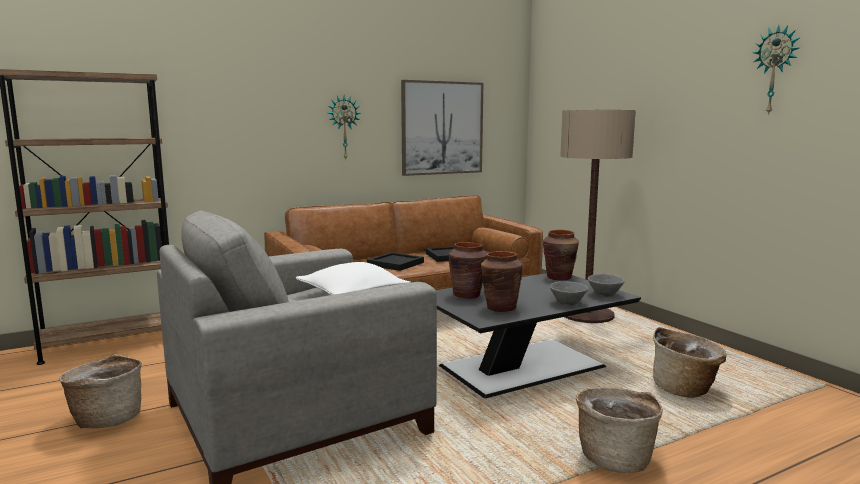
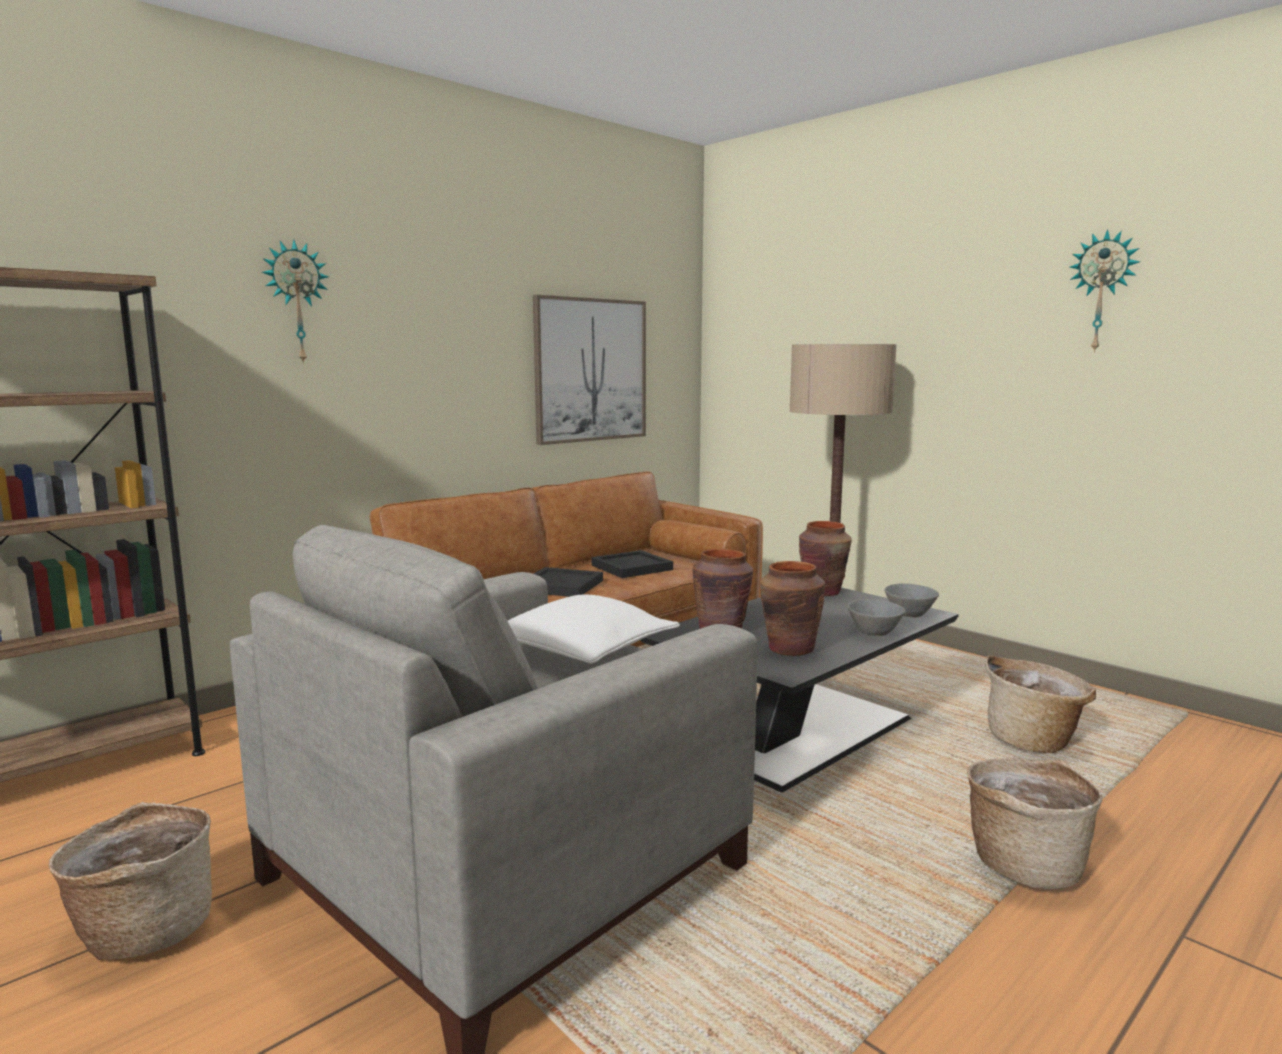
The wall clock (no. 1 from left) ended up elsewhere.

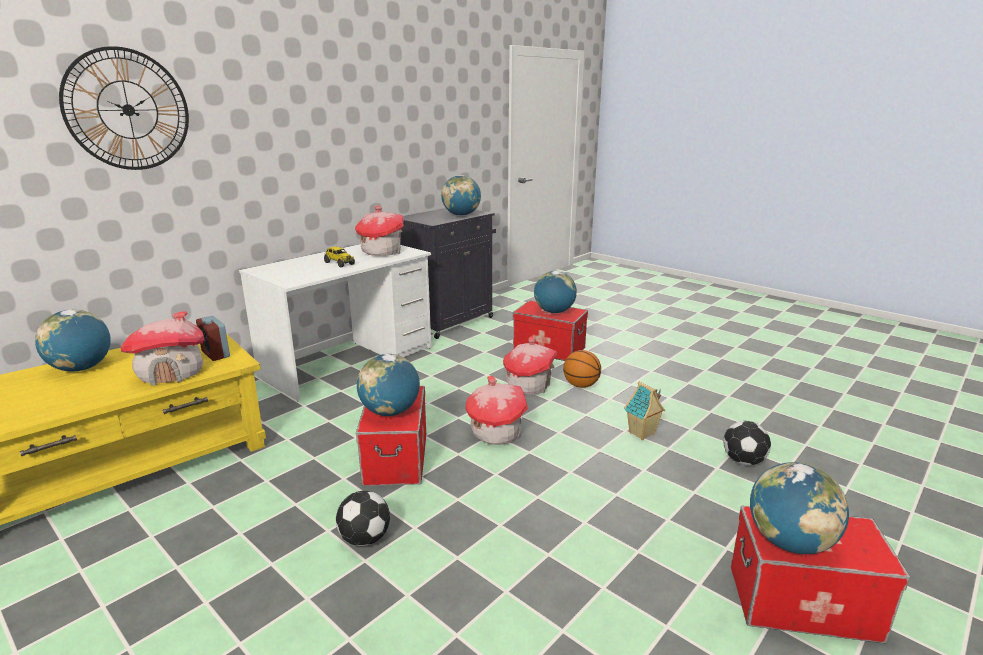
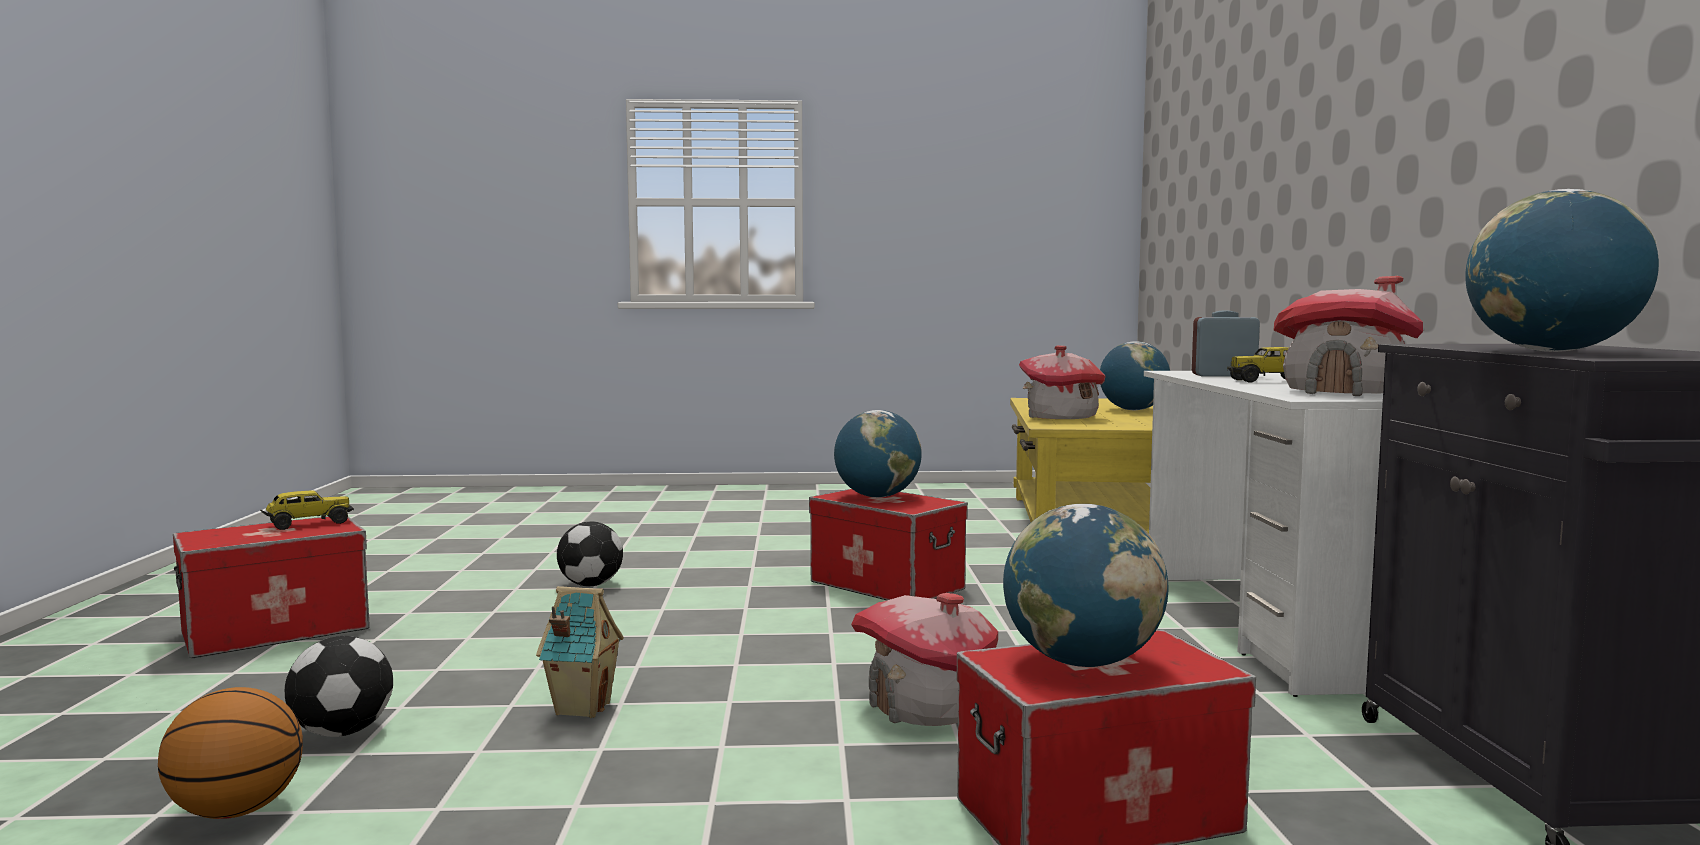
The basketball ended up elsewhere. Where the globe (no. 5 from left) stood, the toy truck (no. 1 from left) came to stand. The football (no. 1 from left in the first image) ended up elsewhere. The alarm clock ended up elsewhere. The second view lost the wall clock. The second view lost the toy house (no. 3 from left).

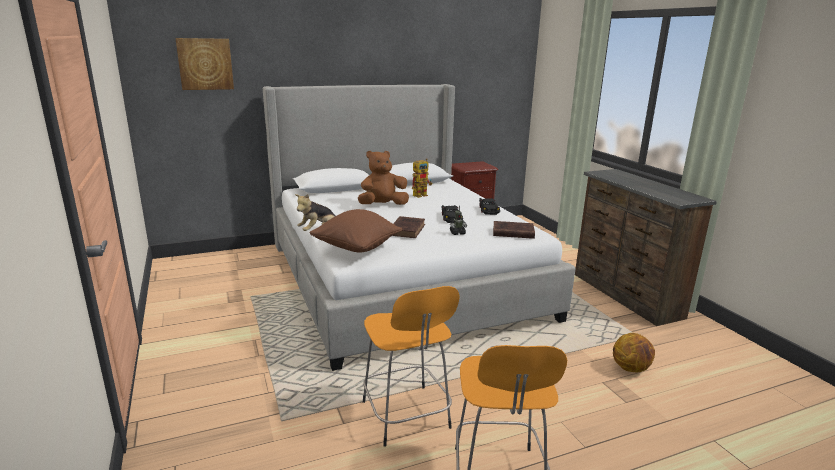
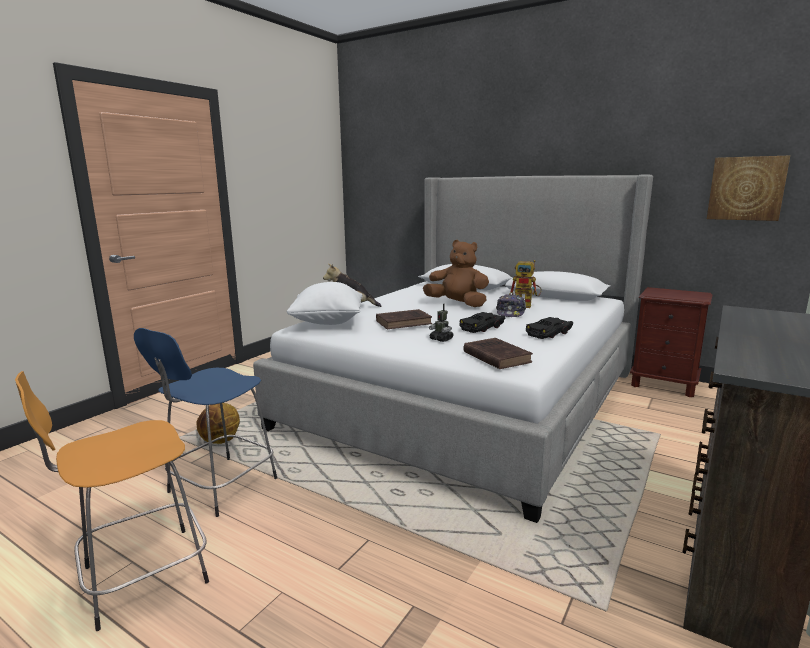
What was the orange stool (no. 1 from left) turned into the blue stool. The basketball ended up elsewhere. What was the brown pillow turned into the white pillow. The second view gained the cap. The picture ended up elsewhere.

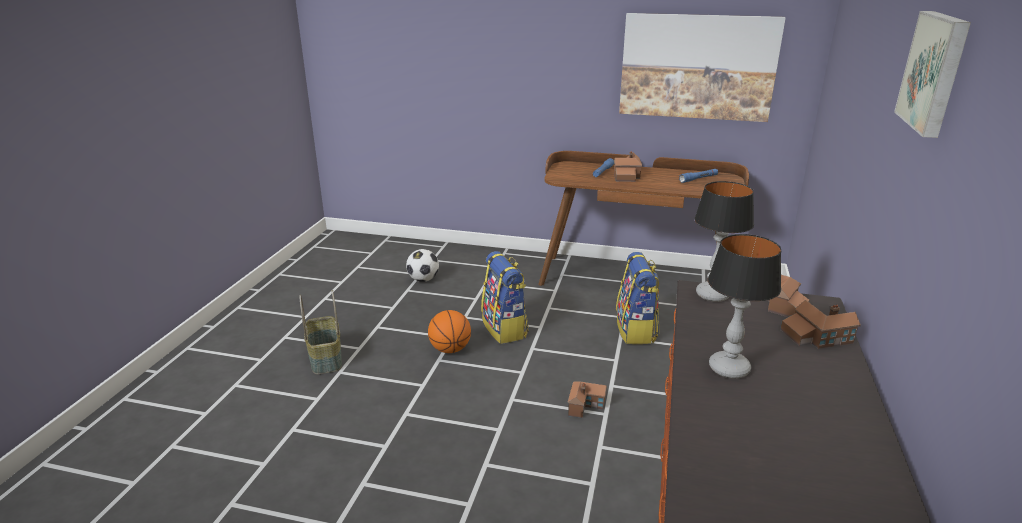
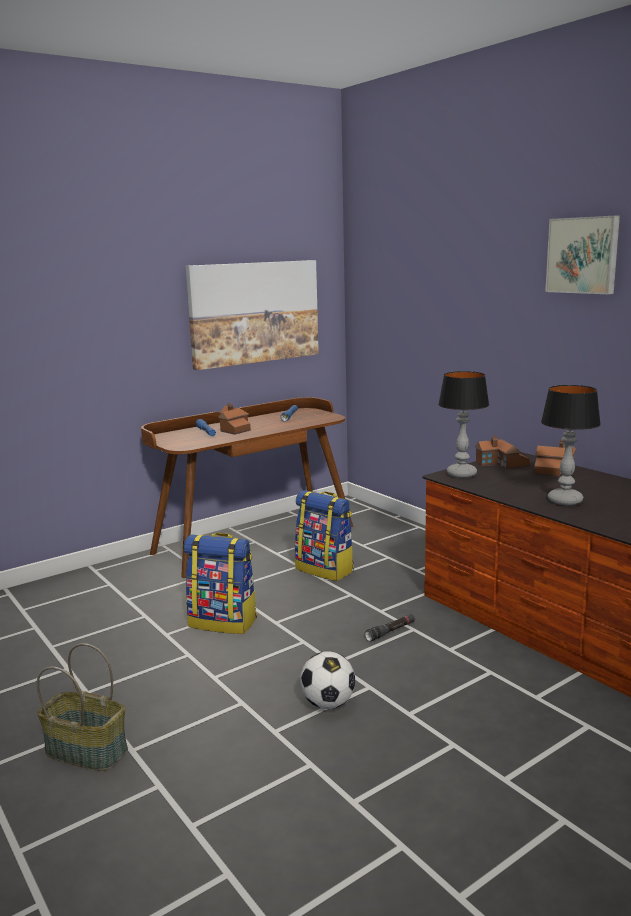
The football ended up elsewhere. Where the toy house (no. 1 from left) stood, the black flashlight came to stand. The second view lost the basketball.

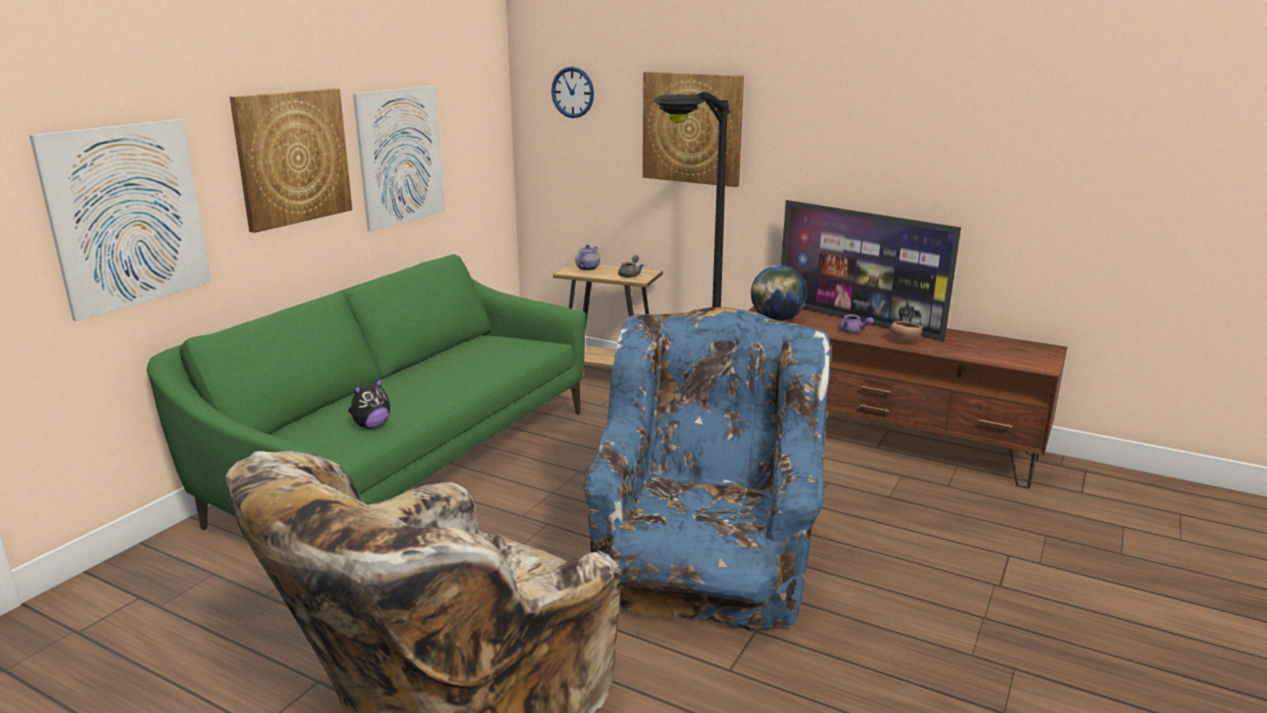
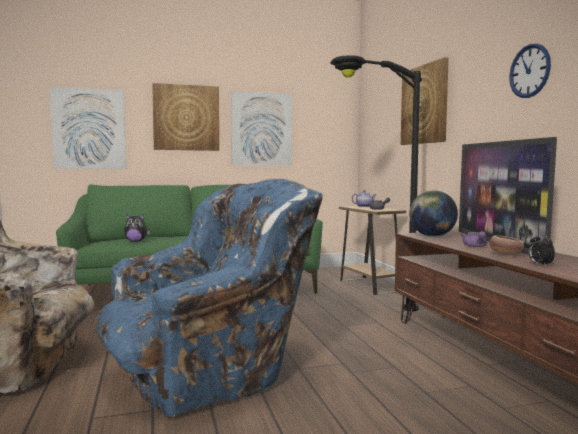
The wall clock ended up elsewhere. The second view gained the alarm clock.

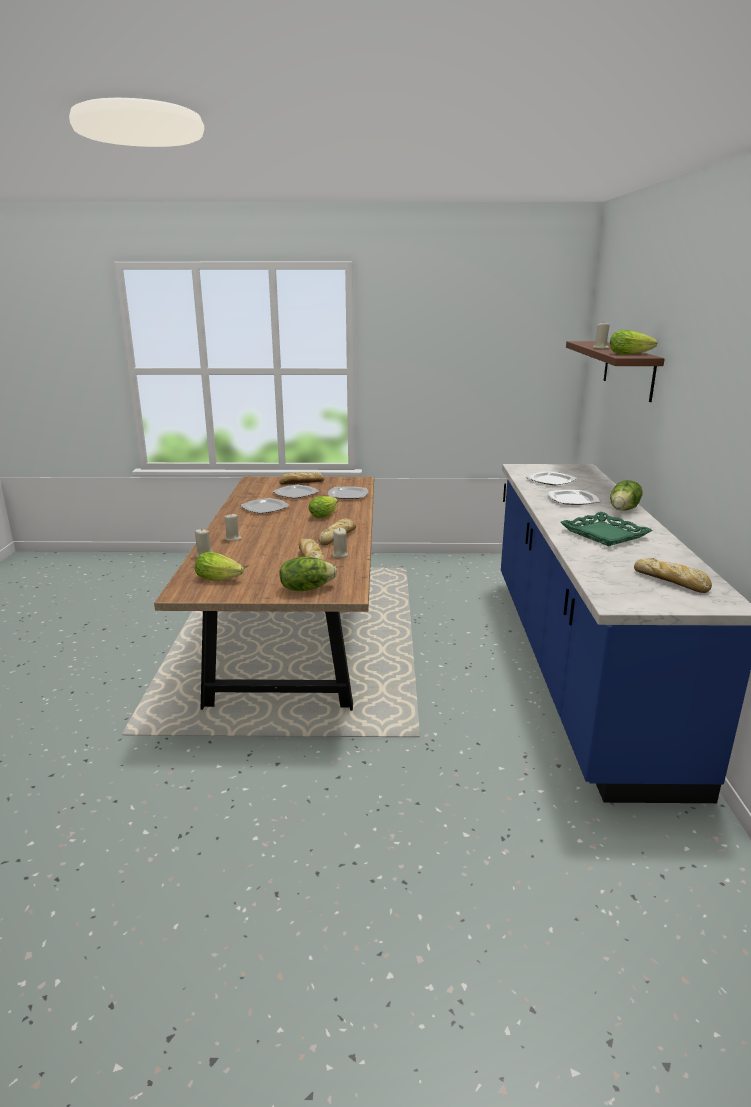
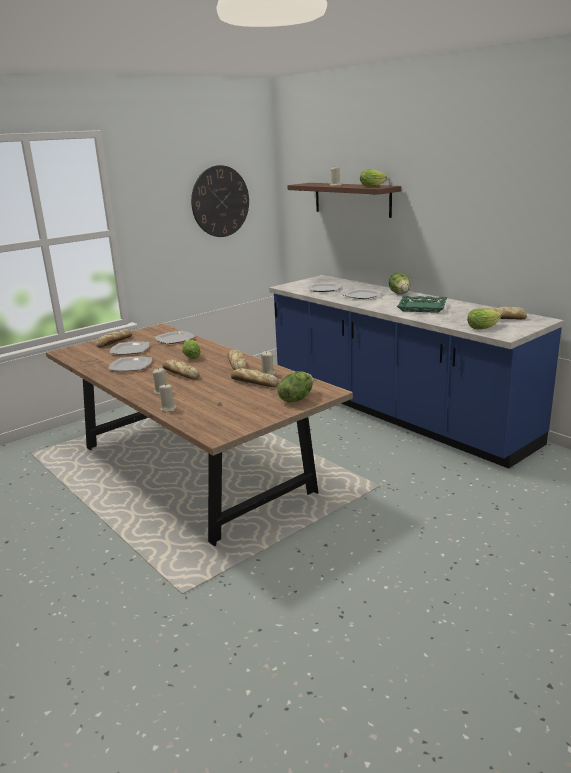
The second view gained the bread (no. 2 from left). The second view gained the wall clock. The lettuce (no. 1 from left in the first image) ended up elsewhere.

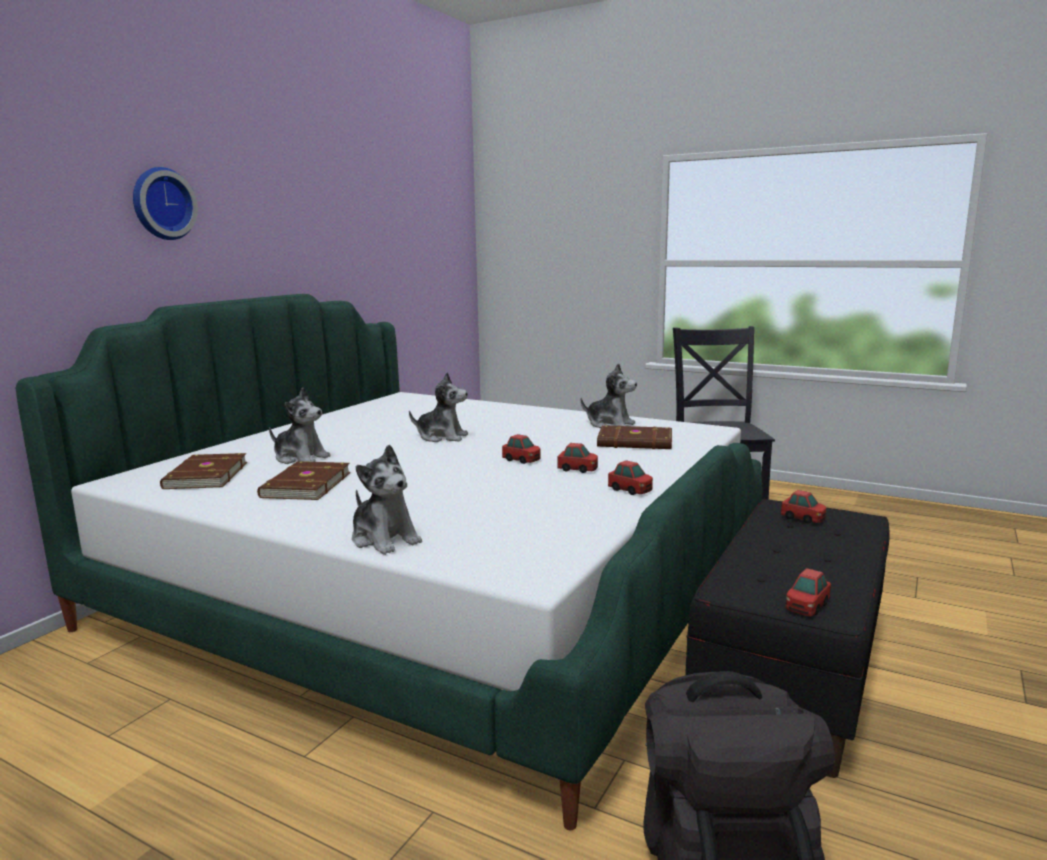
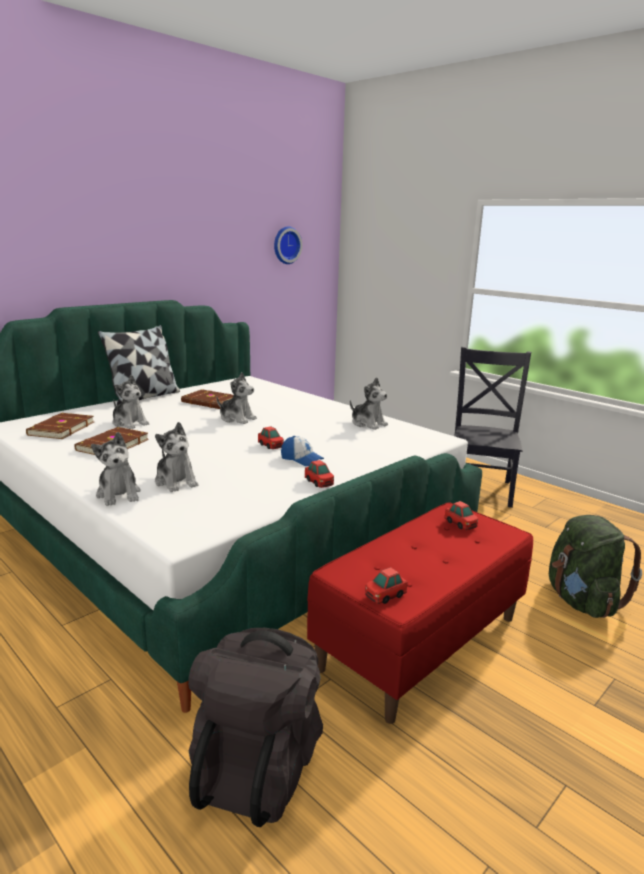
The second view gained the pillow. The second view gained the plush toy (no. 3 from left). The brown book (no. 3 from left) ended up elsewhere. The wall clock ended up elsewhere. Where the toy car (no. 2 from left) stood, the cap came to stand. What was the black bench turned into the red bench. The second view gained the green backpack.

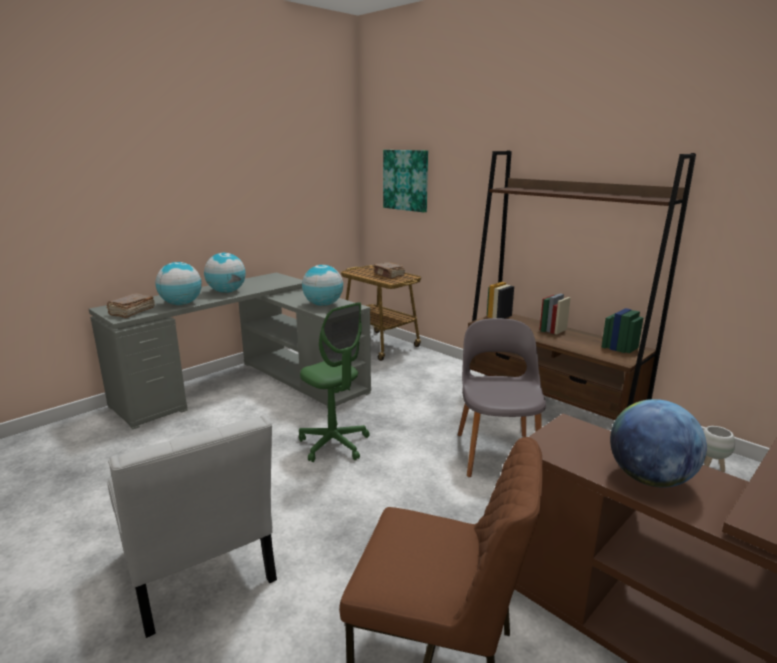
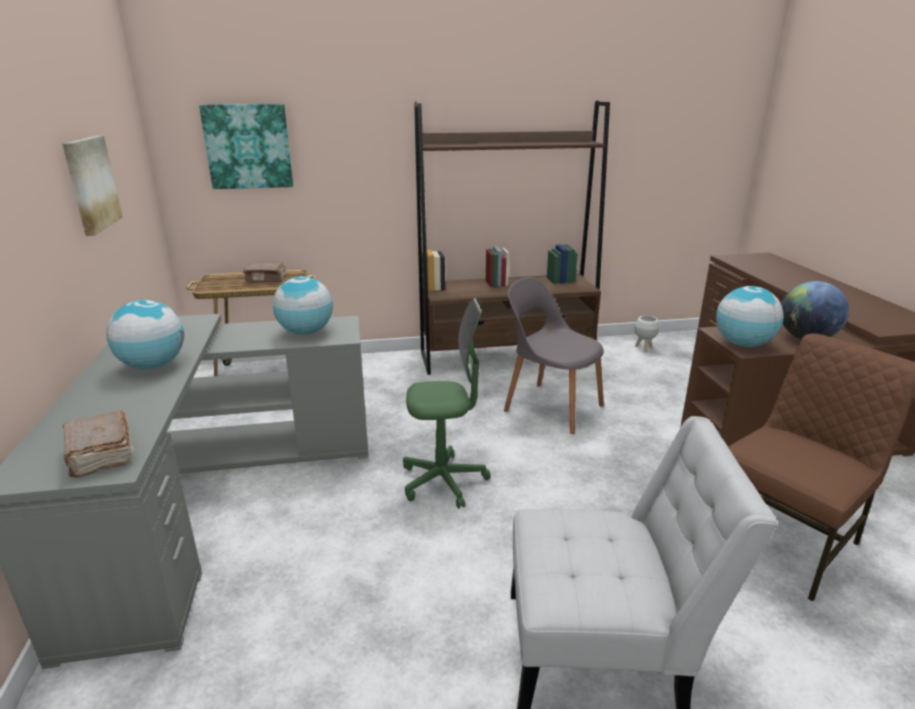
The second view gained the picture (no. 1 from left). The globe (no. 1 from left in the first image) ended up elsewhere.

